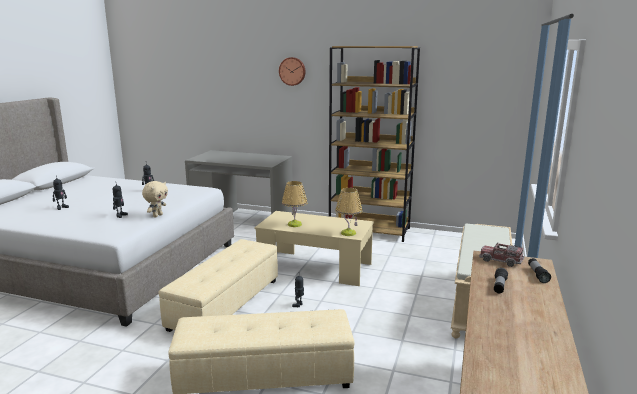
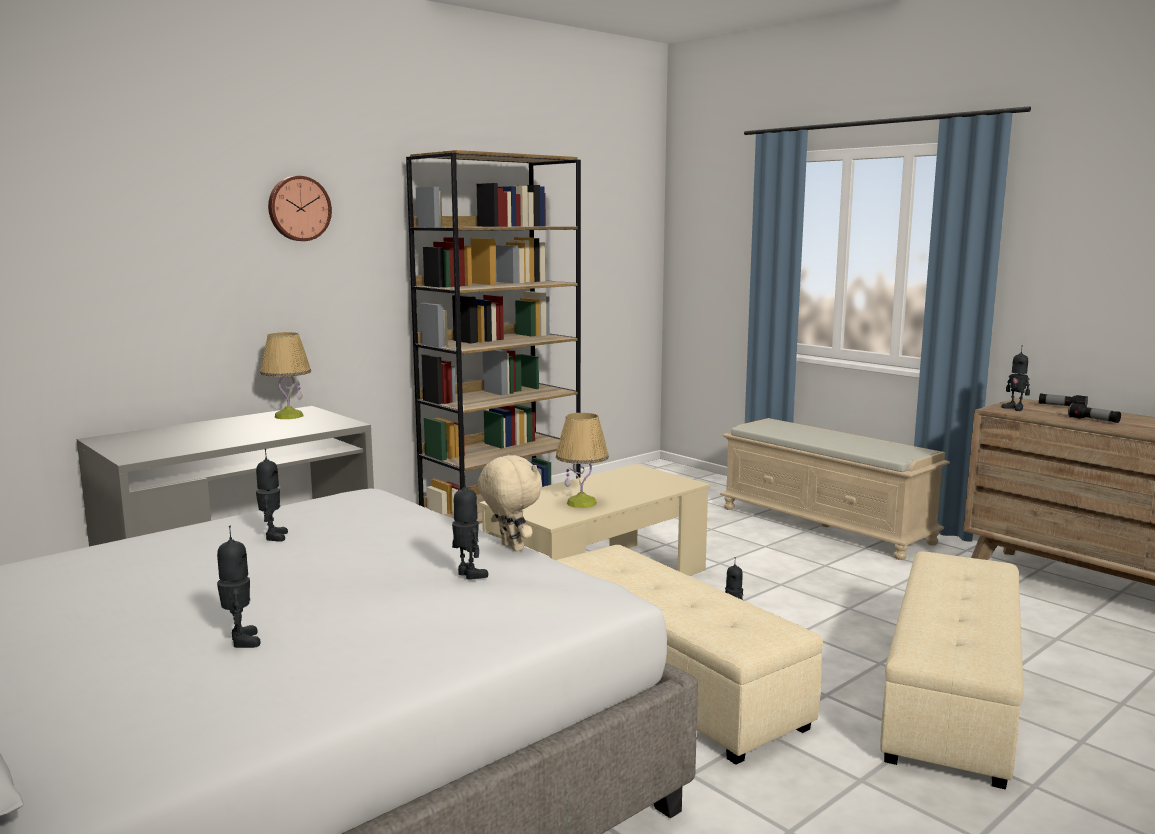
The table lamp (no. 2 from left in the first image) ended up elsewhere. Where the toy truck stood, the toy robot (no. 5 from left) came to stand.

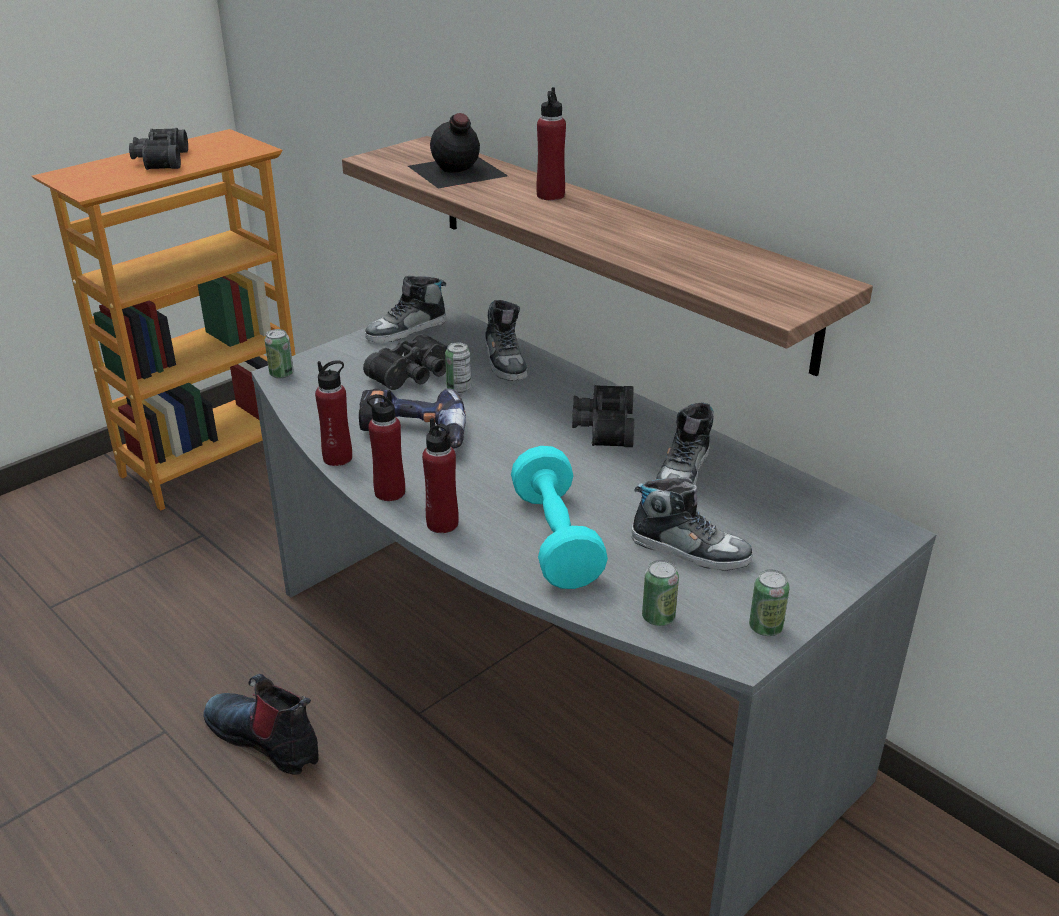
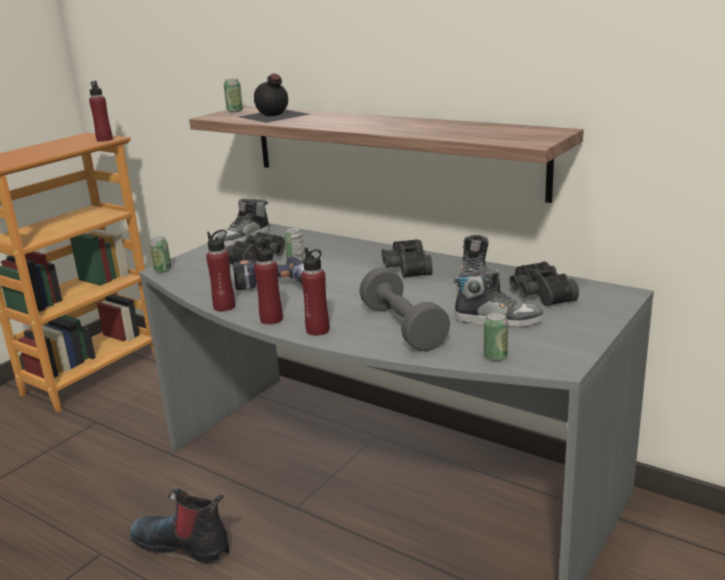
The red bottle (no. 4 from left in the first image) ended up elsewhere. The can (no. 4 from left in the first image) ended up elsewhere. What was the turquoise dumbbell turned into the grey dumbbell. The black binoculars (no. 1 from left in the first image) ended up elsewhere. The second view lost the shoe (no. 2 from left).

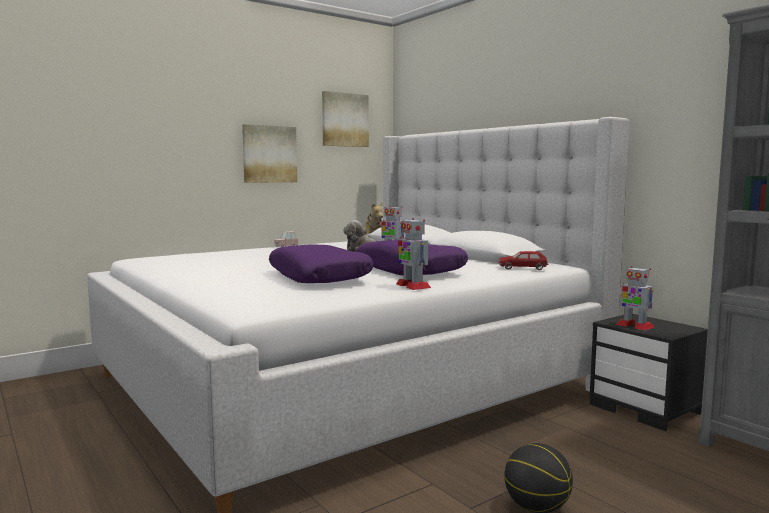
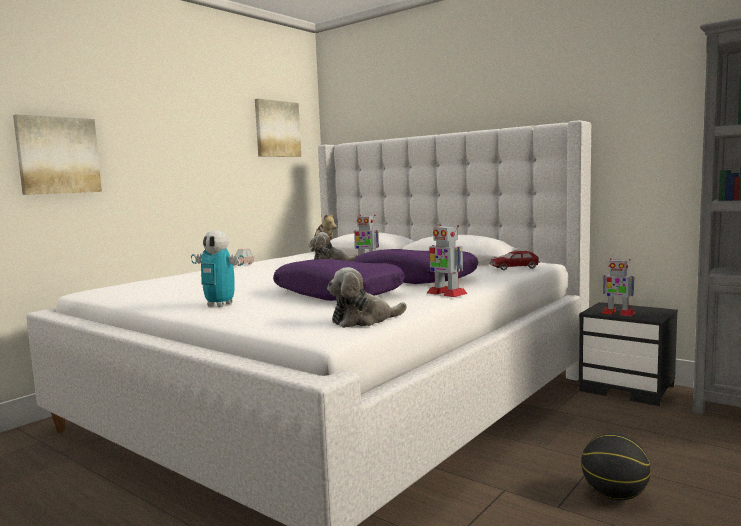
The picture (no. 1 from left) ended up elsewhere. The second view gained the toy robot (no. 1 from left). The second view gained the plush toy (no. 3 from left).

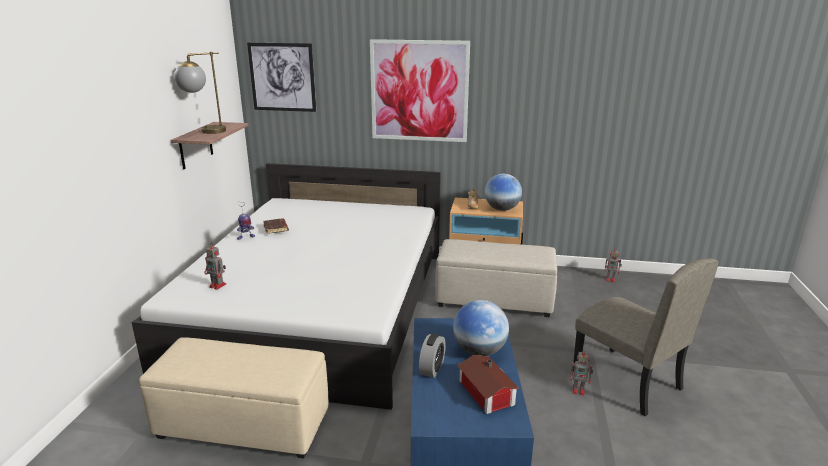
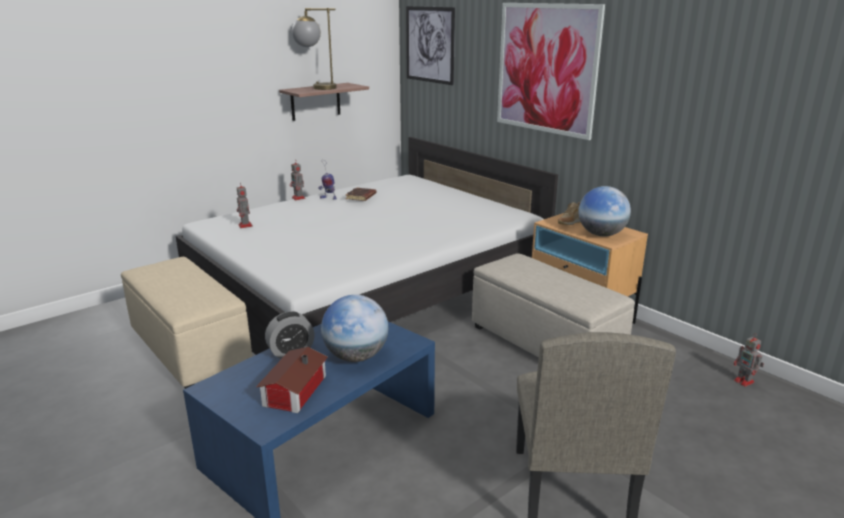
The toy robot (no. 3 from left in the first image) ended up elsewhere.

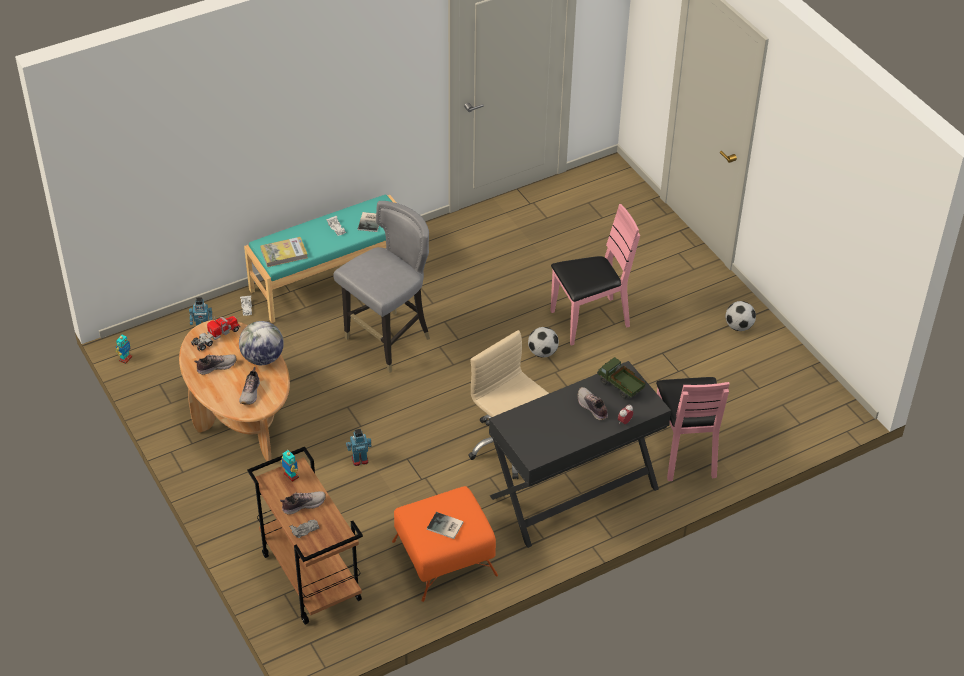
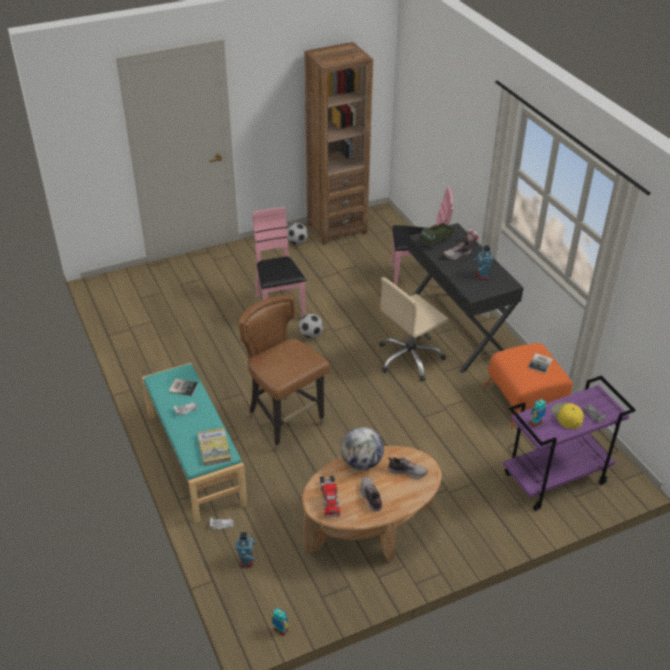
What was the grey chair turned into the brown chair. The second view gained the brown bookcase. The toy truck (no. 1 from left) ended up facing another way, 150 degrees counterclockwise from before. The toy robot (no. 4 from left in the first image) ended up elsewhere. What was the brown cart turned into the purple cart. Where the shoe (no. 3 from left) stood, the yellow cap came to stand.

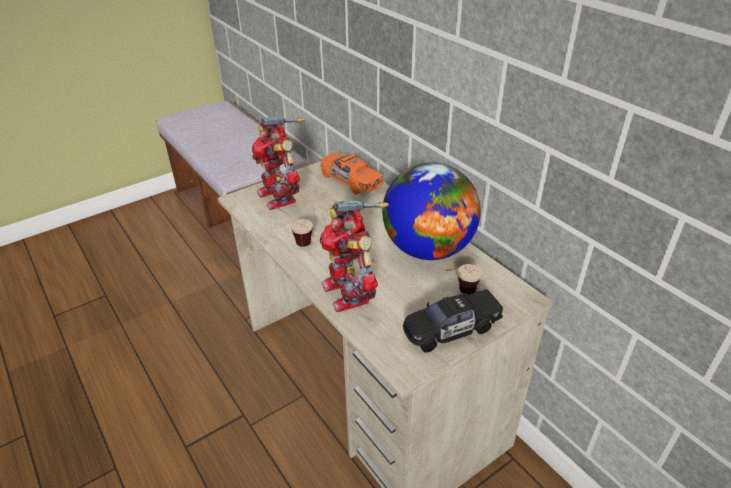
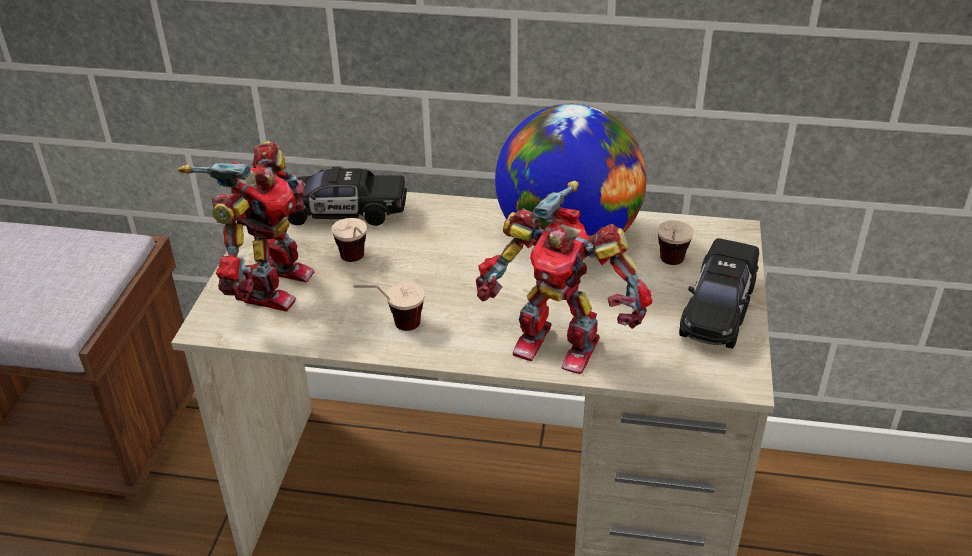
The toy robot (no. 1 from left) ended up facing another way, 90 degrees counterclockwise from before. What was the orange toy car turned into the black toy car (no. 1 from left). The second view gained the cup (no. 1 from left).

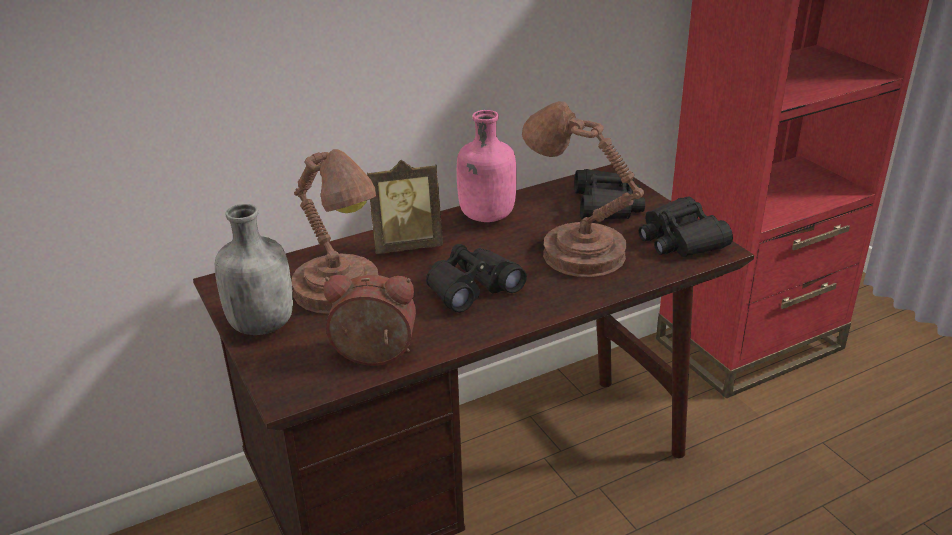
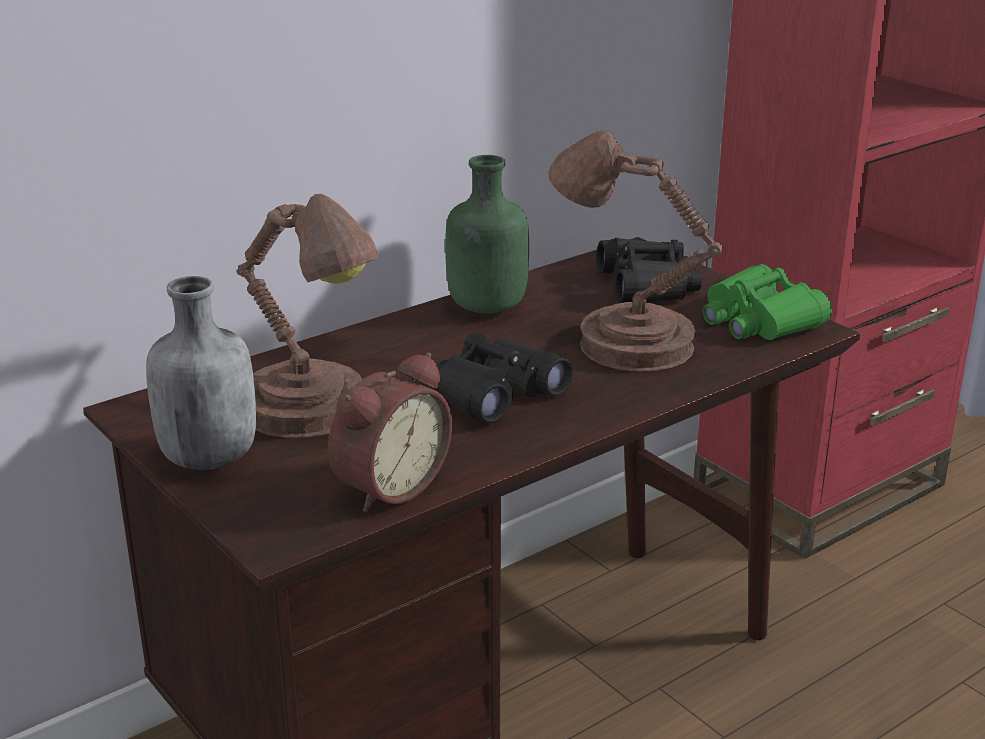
The alarm clock ended up facing another way, 135 degrees clockwise from before. What was the pink bottle turned into the green bottle. What was the black binoculars (no. 3 from left) turned into the green binoculars. The second view lost the picture frame.

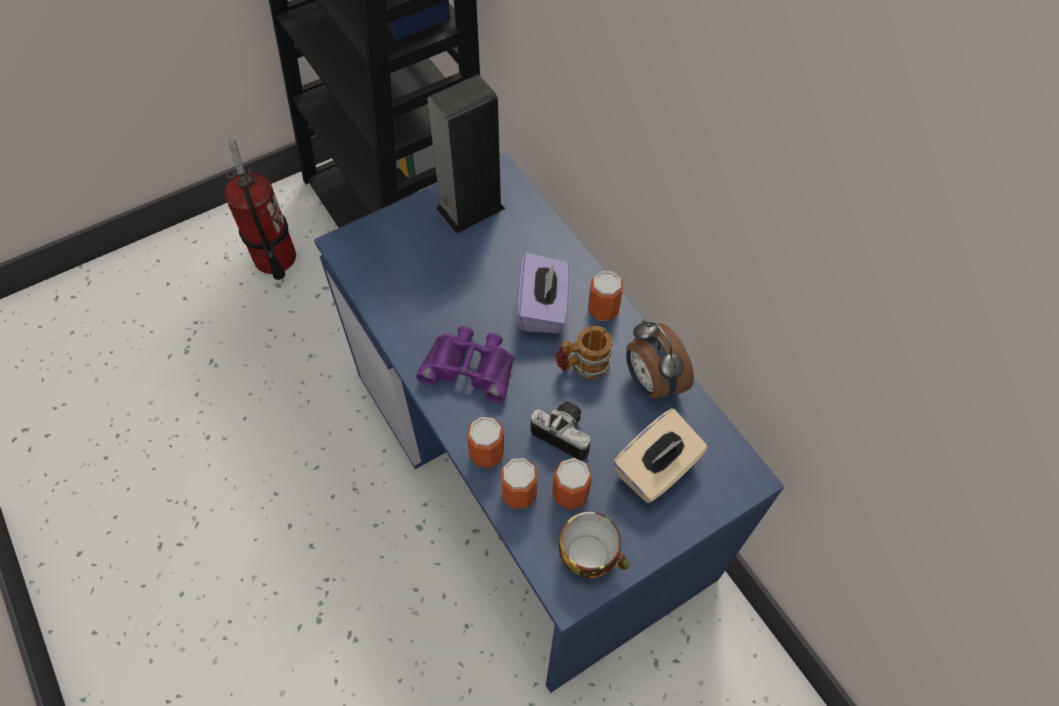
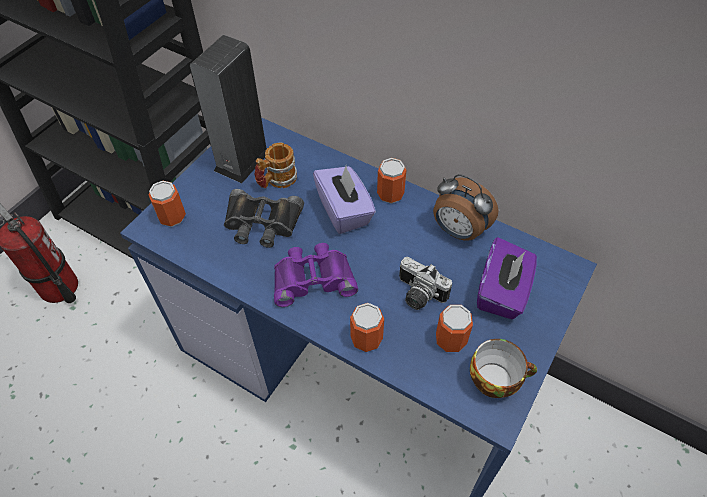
The can (no. 2 from left in the first image) ended up elsewhere. The second view gained the black binoculars. The mug ended up elsewhere. The photo camera ended up facing another way, 150 degrees counterclockwise from before. What was the beige tissue box turned into the purple tissue box (no. 2 from left).

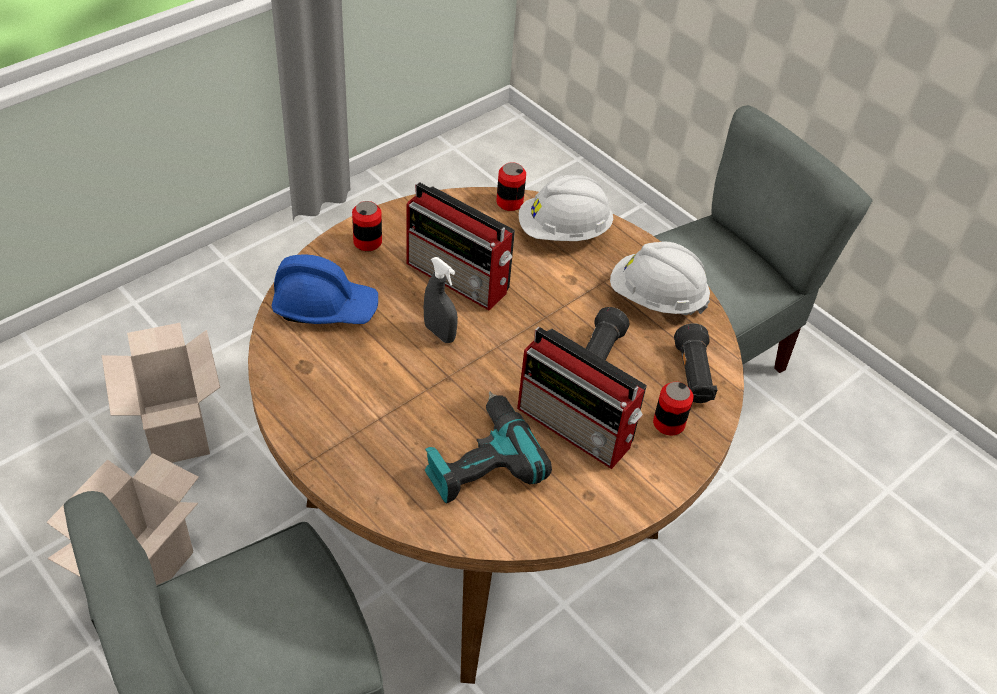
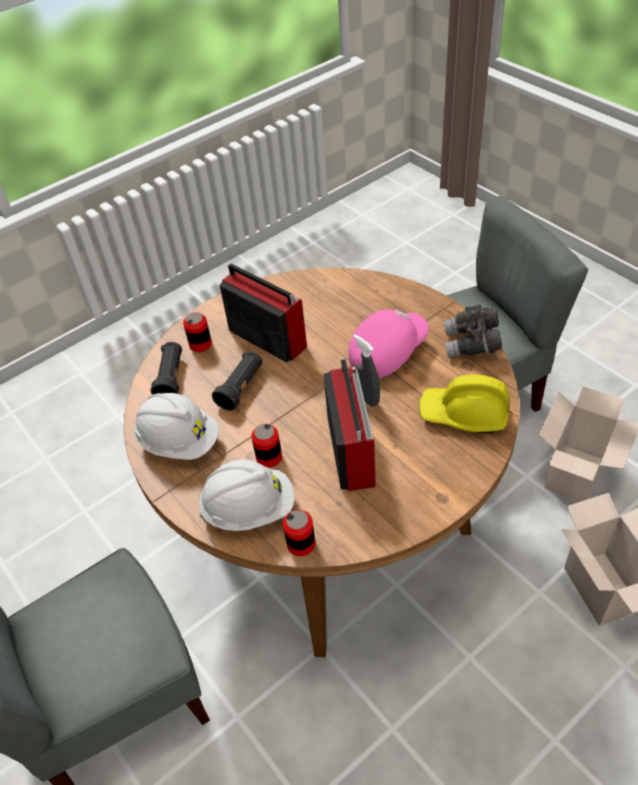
The can (no. 1 from left in the first image) ended up elsewhere. The radio (no. 1 from left in the first image) ended up facing another way, 45 degrees clockwise from before. The second view gained the pink cap. What was the blue hard hat turned into the yellow hard hat. The second view gained the grey binoculars. The second view lost the power drill.

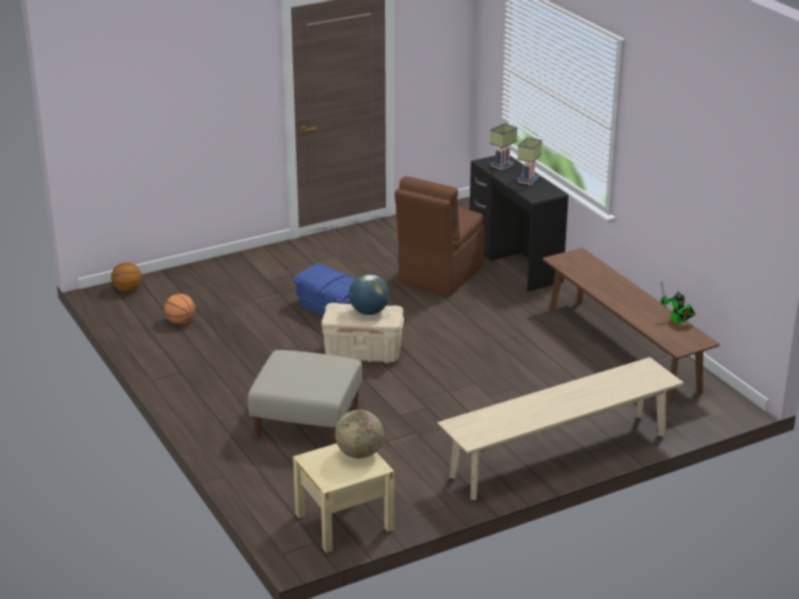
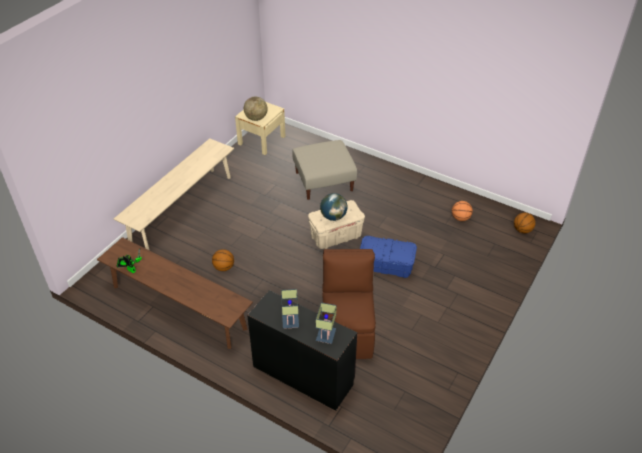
The second view gained the basketball (no. 1 from left).

